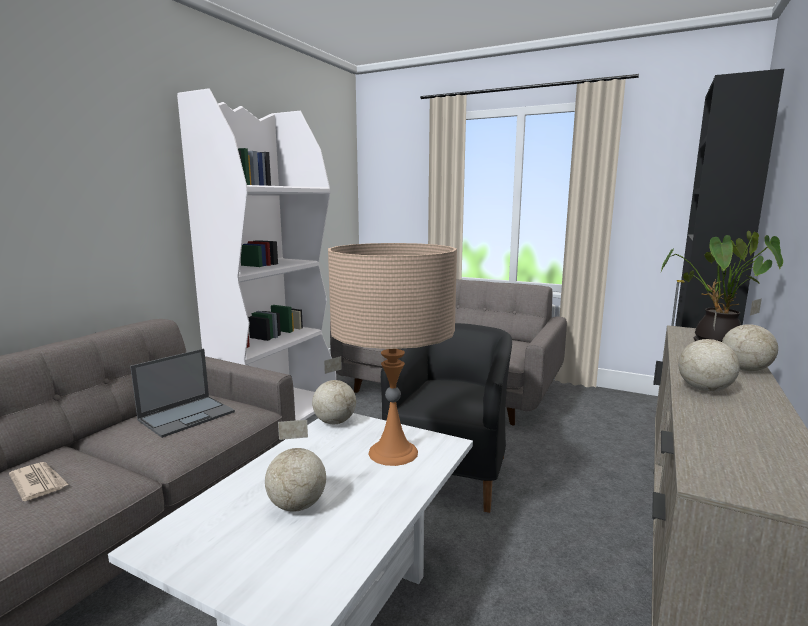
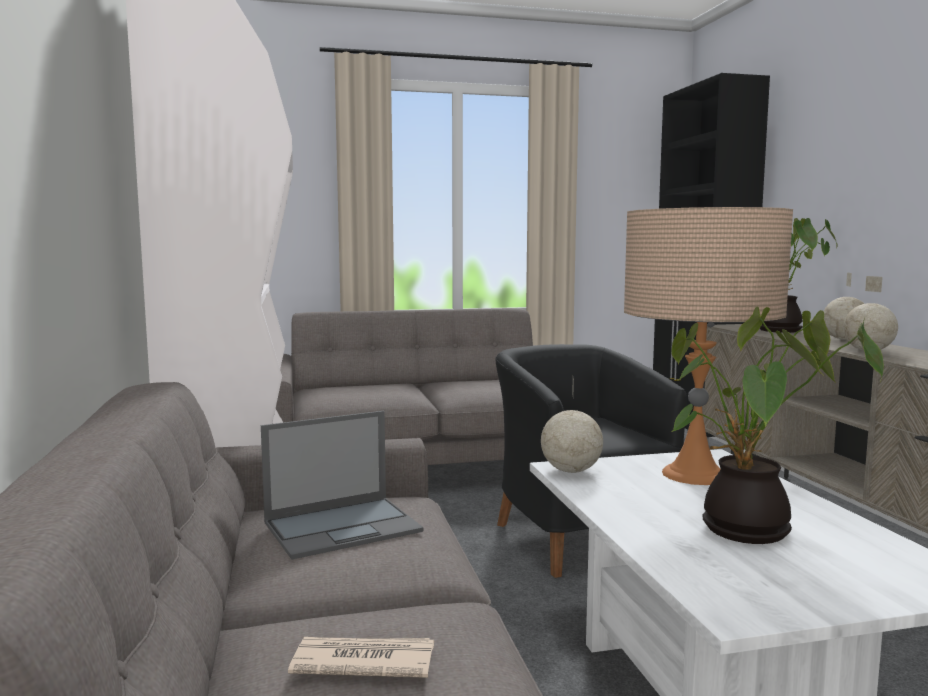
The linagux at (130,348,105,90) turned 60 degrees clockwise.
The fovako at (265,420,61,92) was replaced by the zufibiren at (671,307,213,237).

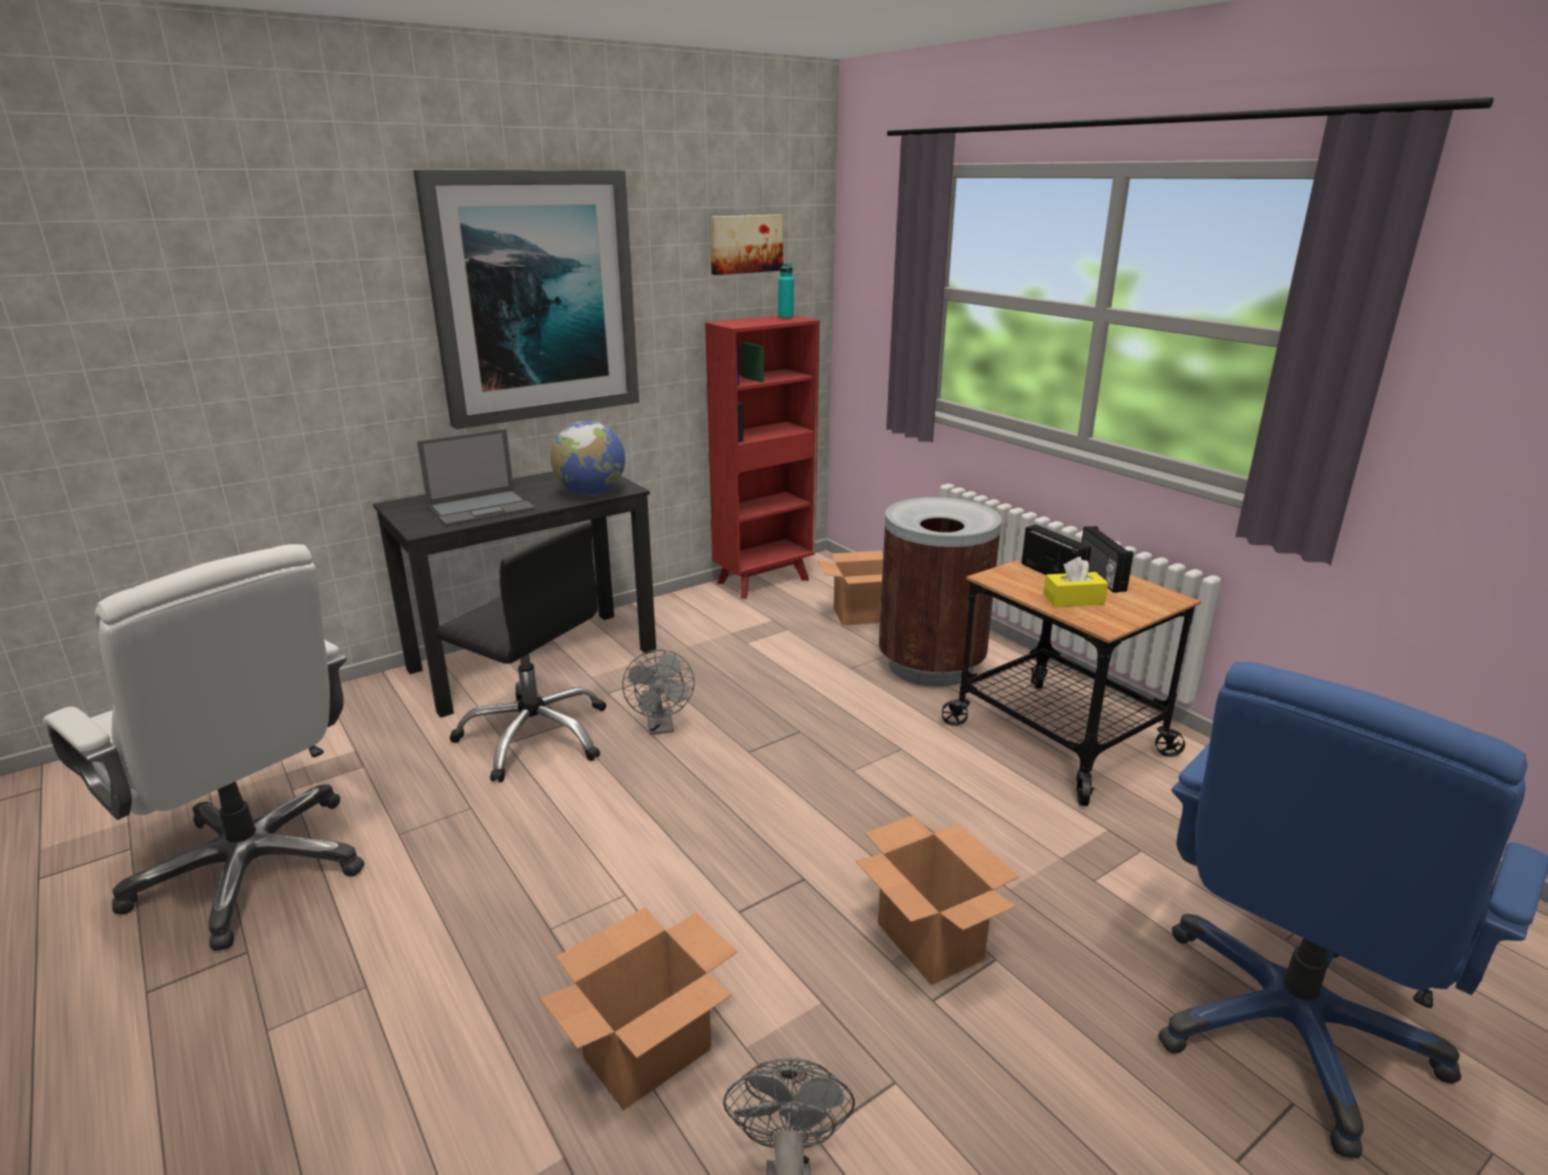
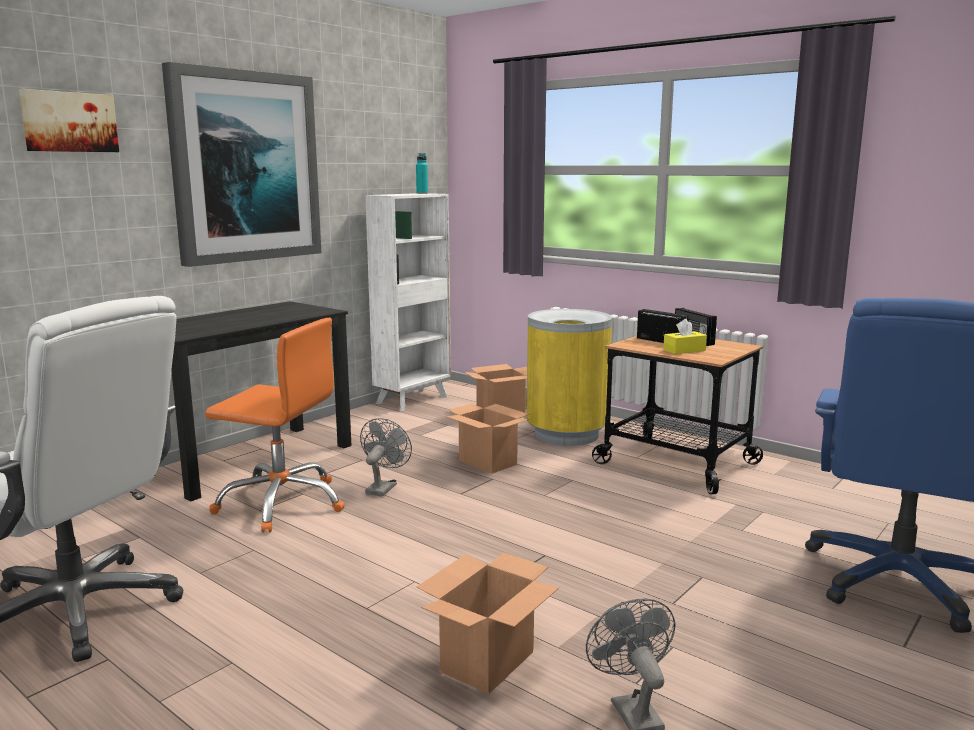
The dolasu moved from (710,215,73,60) to (19,89,100,63).
The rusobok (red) at (705,315,115,284) became the rusobok (white) at (365,193,86,218).
The fovako at (550,421,75,74) disappeared.
The linagux at (417,429,118,98) disappeared.
The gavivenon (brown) at (878,497,124,190) became the gavivenon (yellow) at (527,309,85,137).
The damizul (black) at (435,522,171,260) became the damizul (orange) at (205,318,140,215).
The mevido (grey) at (622,649,73,86) turned 135 degrees counterclockwise.
The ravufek moved from (856,815,163,170) to (446,404,84,70).

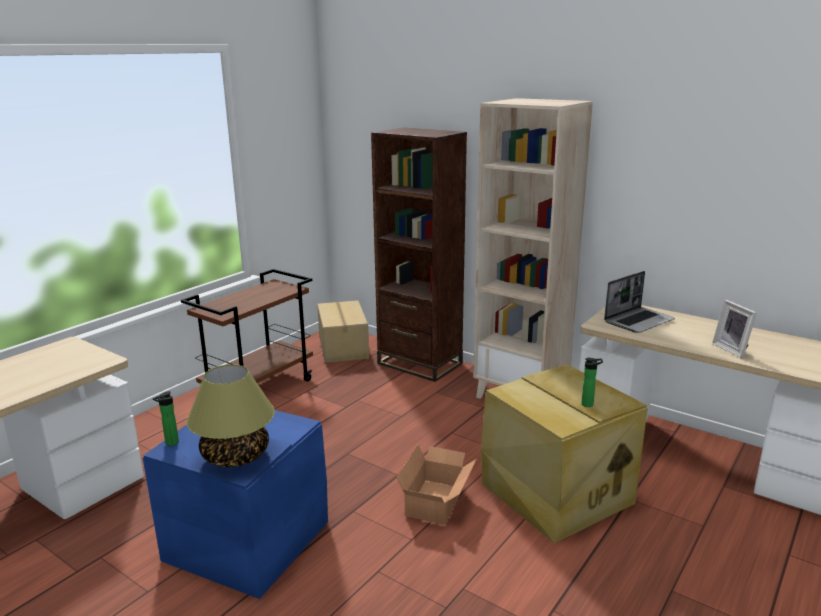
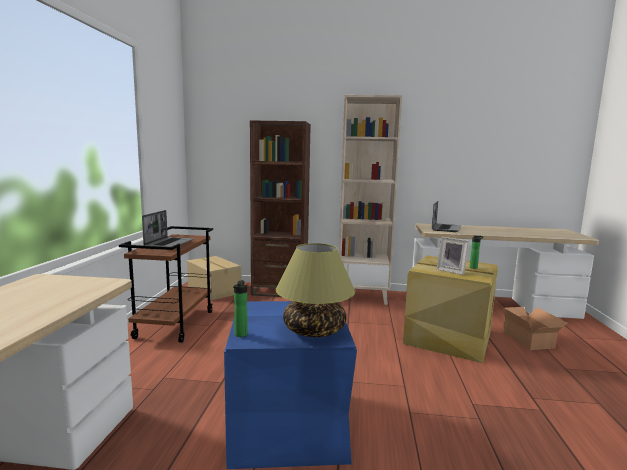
The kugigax moved from (712,300,45,59) to (437,237,32,38).
The ravufek moved from (396,445,81,80) to (501,306,66,44).
The linagux at (142,210,51,37) appeared.

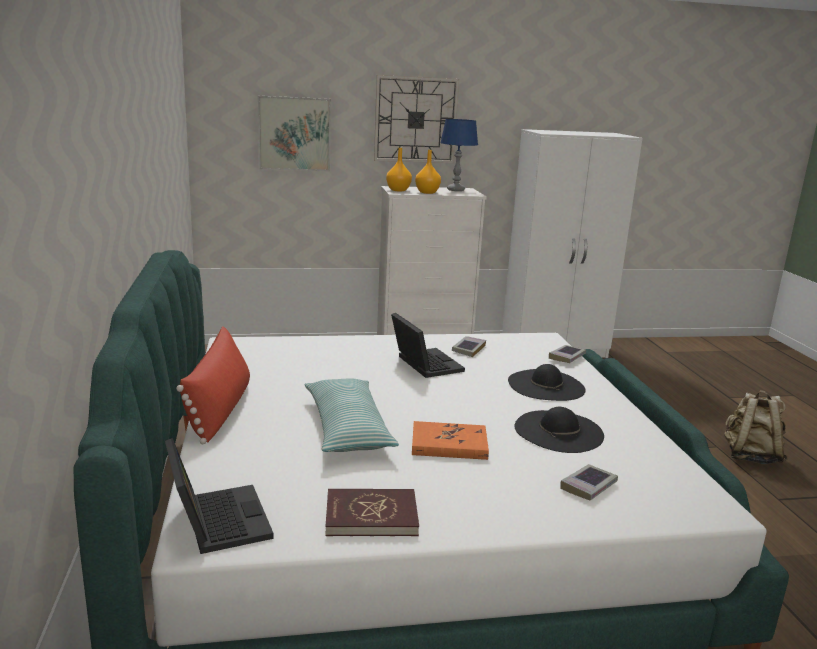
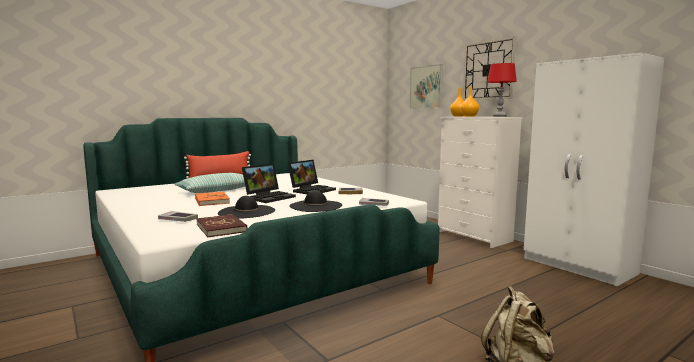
The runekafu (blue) at (440,119,38,72) became the runekafu (red) at (487,63,30,54).
The linagux moved from (165,438,109,116) to (242,164,54,39).
The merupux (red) moved from (325,489,94,47) to (196,214,52,24).

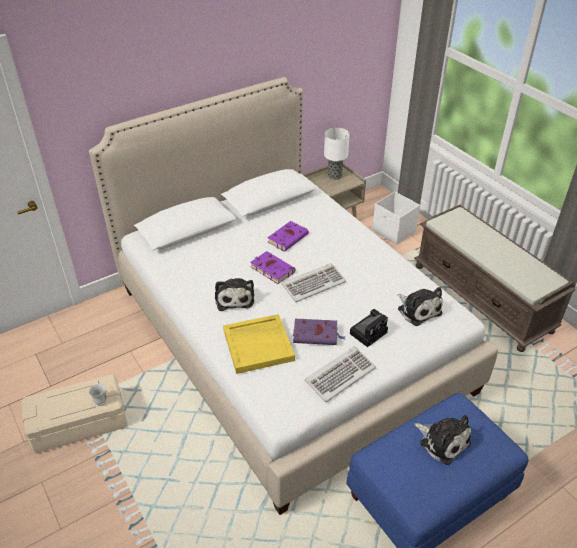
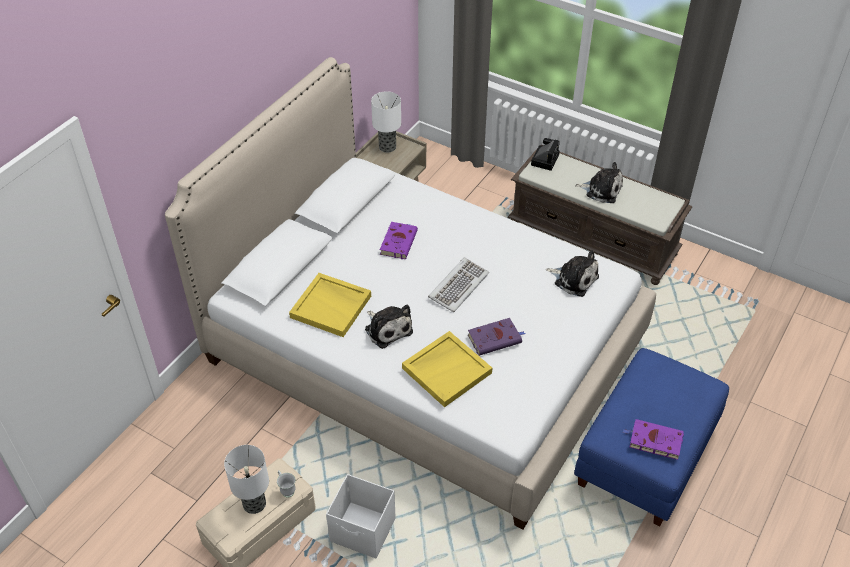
The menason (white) moved from (372,192,48,53) to (326,474,70,84).
The merupux (purple) moved from (250,251,45,33) to (623,419,61,41).
The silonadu moved from (350,309,38,38) to (531,138,29,33).
The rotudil at (305,347,71,55) disappeared.
The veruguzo moved from (414,415,57,50) to (575,162,48,41).
The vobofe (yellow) at (289,273,82,64) appeared.
The runekafu at (224,445,45,69) appeared.

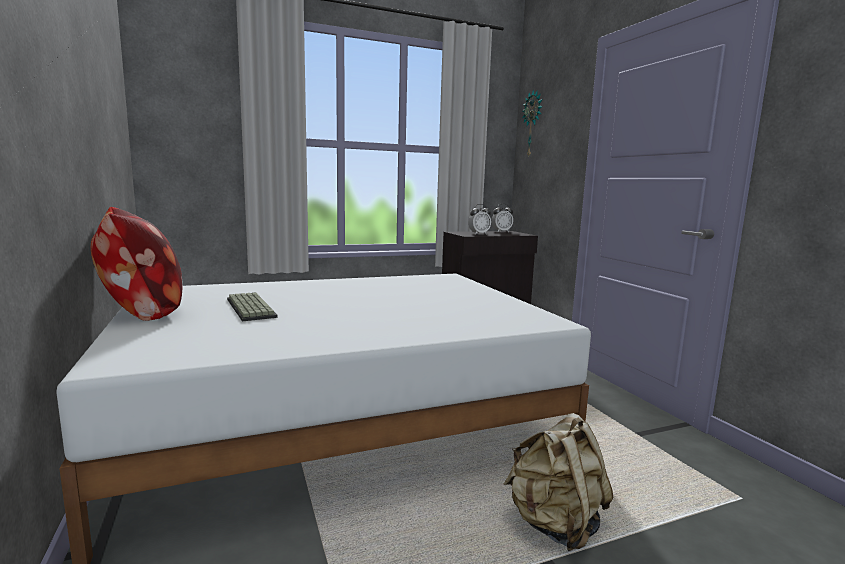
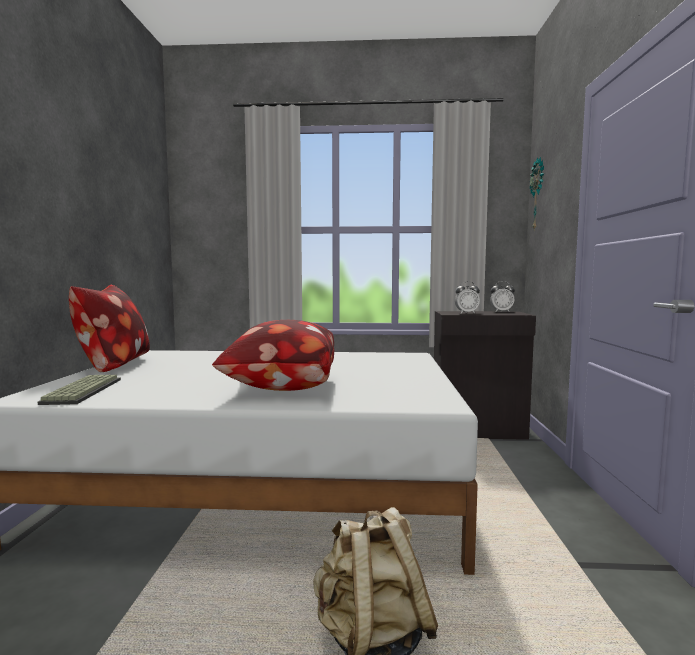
The rotudil moved from (227,292,51,29) to (38,374,83,31).
The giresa at (212,320,122,71) appeared.

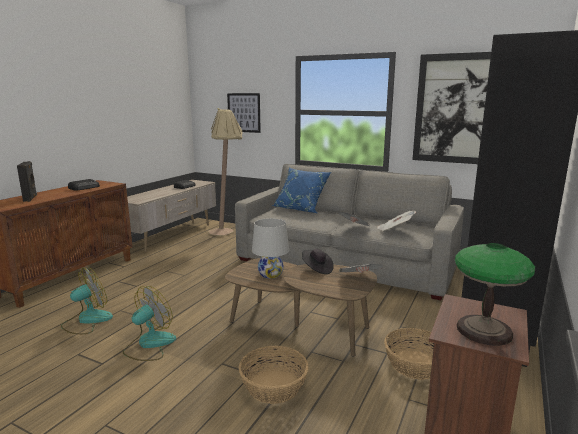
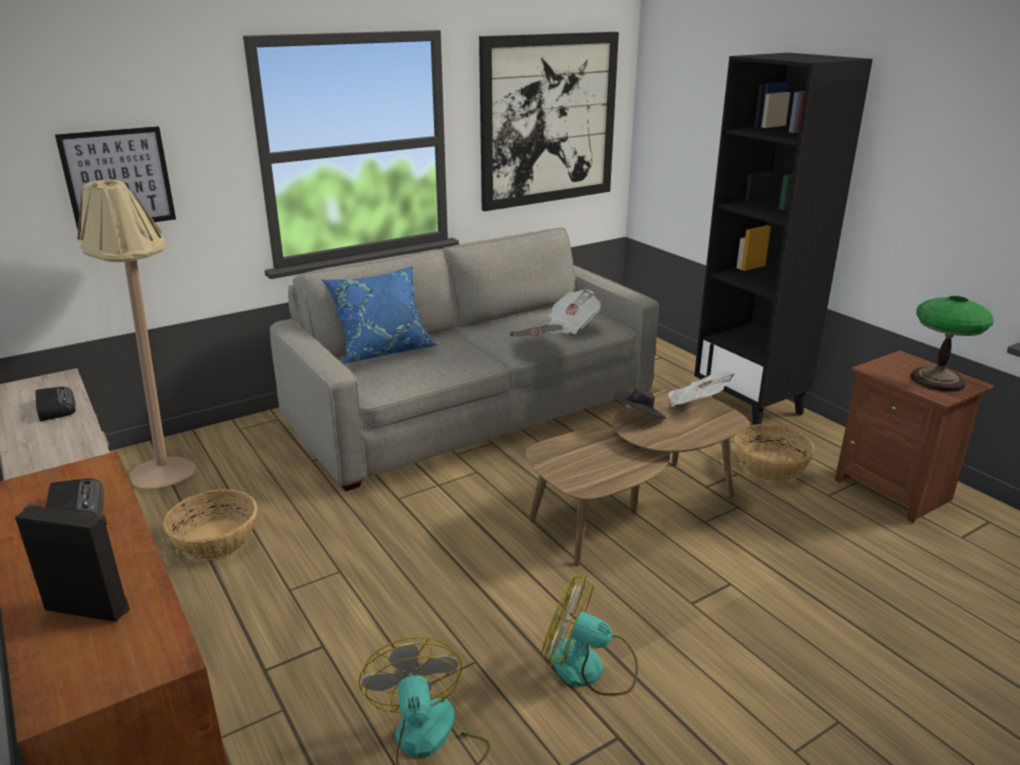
The runekafu (white) at (252,218,37,61) disappeared.
The mevido at (123,286,53,75) turned 45 degrees counterclockwise.
The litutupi moved from (239,346,69,58) to (163,489,95,72).

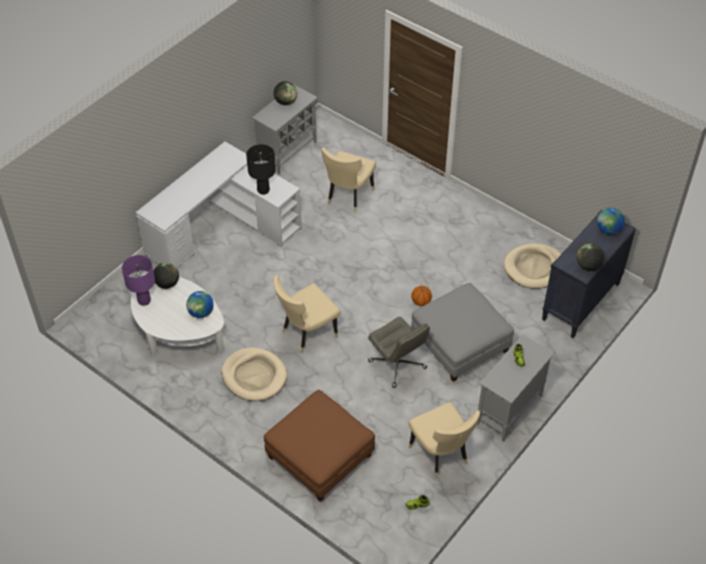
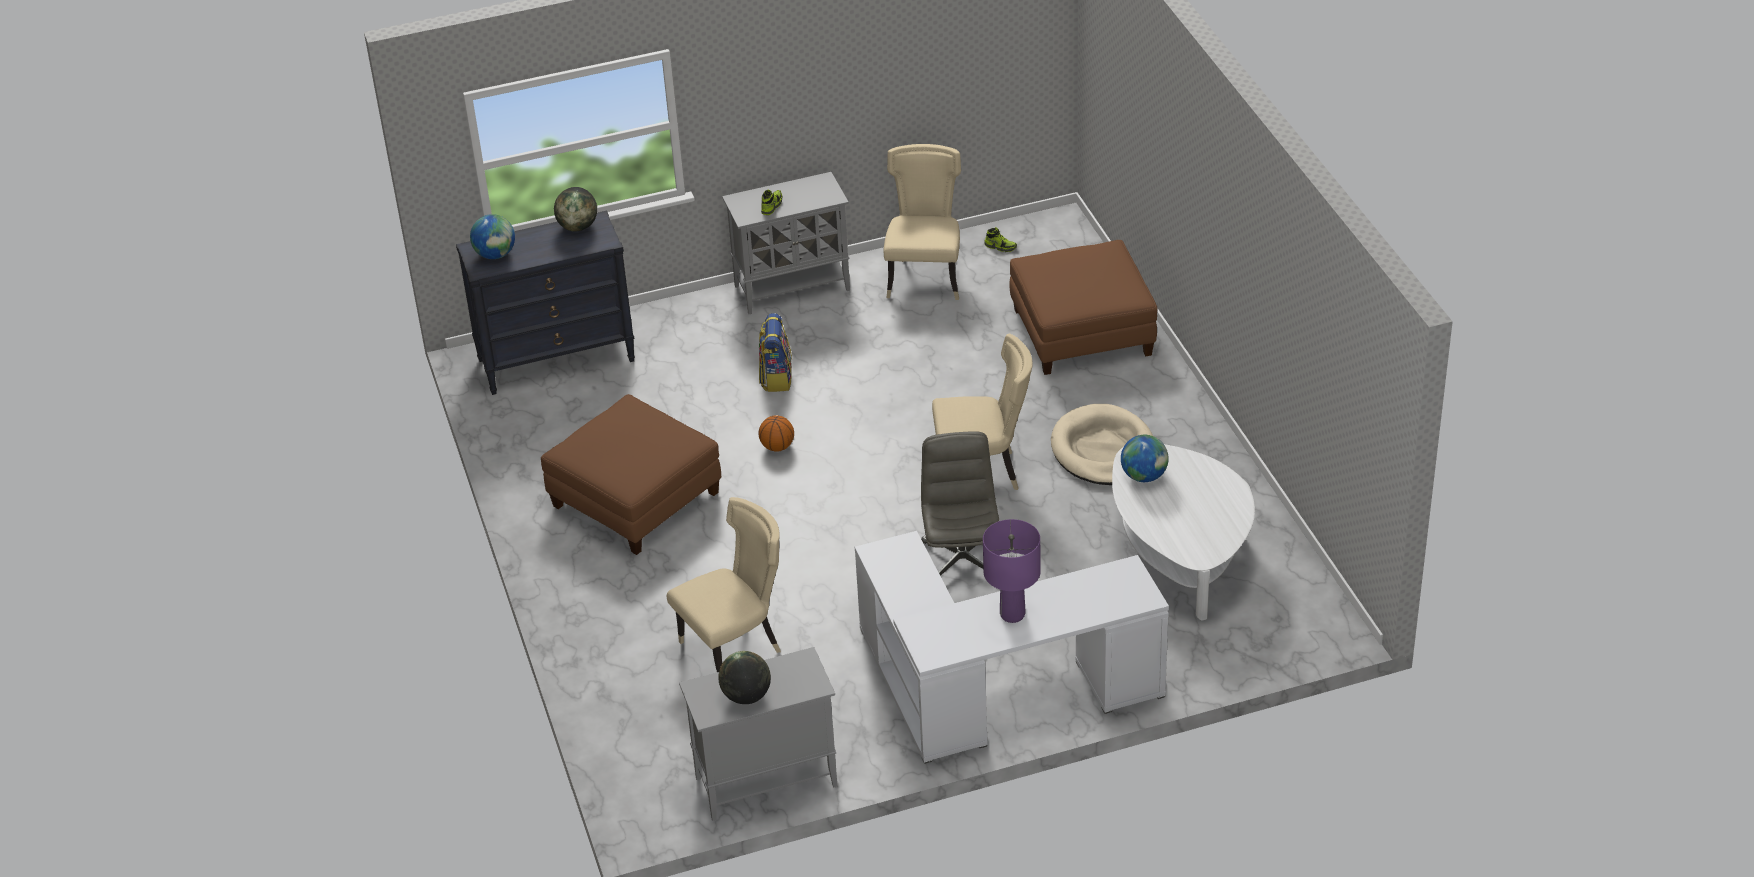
The runekafu (black) at (246,144,30,51) disappeared.
The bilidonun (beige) at (504,243,57,46) disappeared.
The runekafu (purple) moved from (122,255,33,51) to (983,519,58,104).
The fovako at (153,262,26,27) disappeared.
The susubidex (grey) at (411,283,103,99) was replaced by the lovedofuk at (759,313,33,79).
The damizul (grey) moved from (368,317,62,71) to (921,432,78,144).
The susubidex (brown) at (541,394,180,161) appeared.

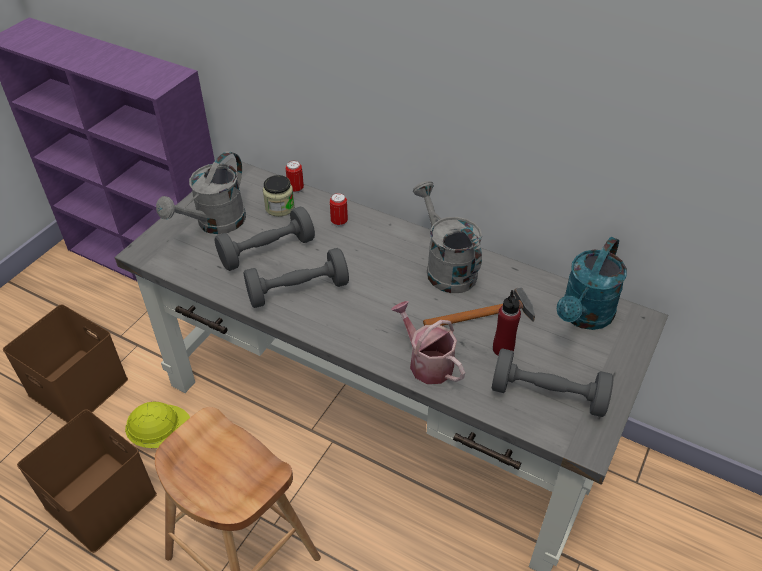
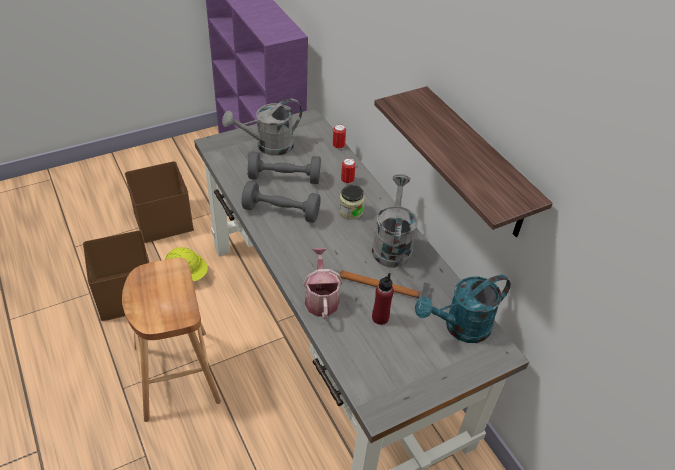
The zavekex moved from (263,175,31,42) to (339,185,26,35).
The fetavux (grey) at (492,348,122,69) disappeared.
The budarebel at (374,86,179,151) appeared.

